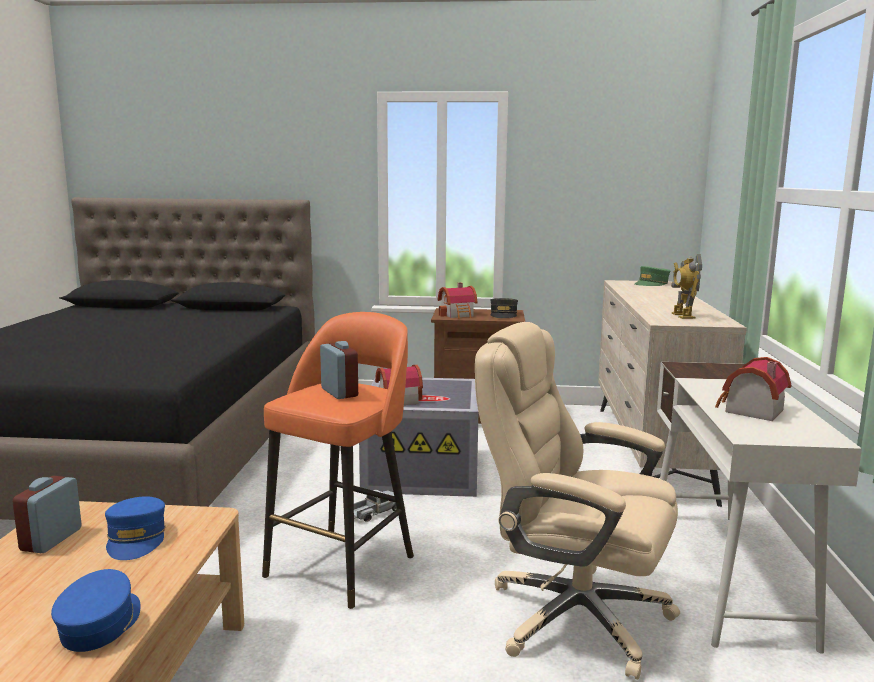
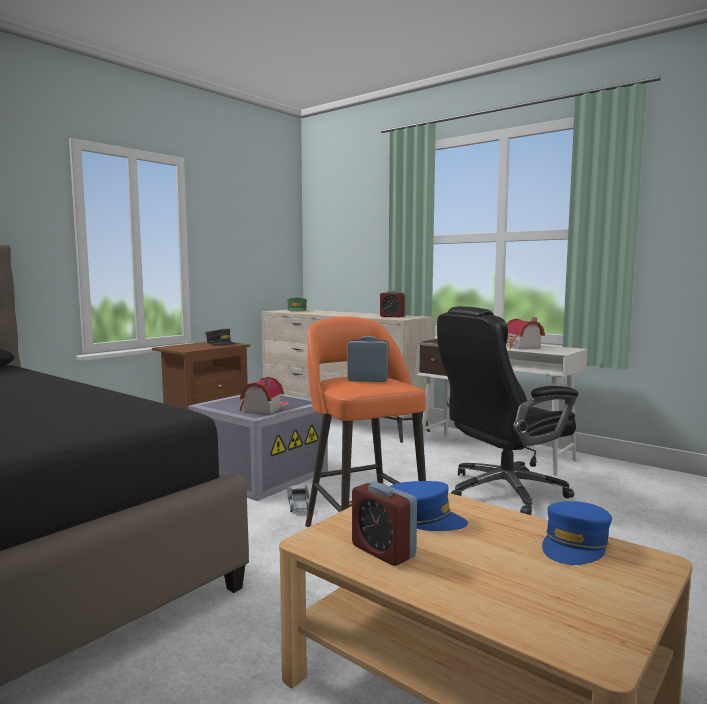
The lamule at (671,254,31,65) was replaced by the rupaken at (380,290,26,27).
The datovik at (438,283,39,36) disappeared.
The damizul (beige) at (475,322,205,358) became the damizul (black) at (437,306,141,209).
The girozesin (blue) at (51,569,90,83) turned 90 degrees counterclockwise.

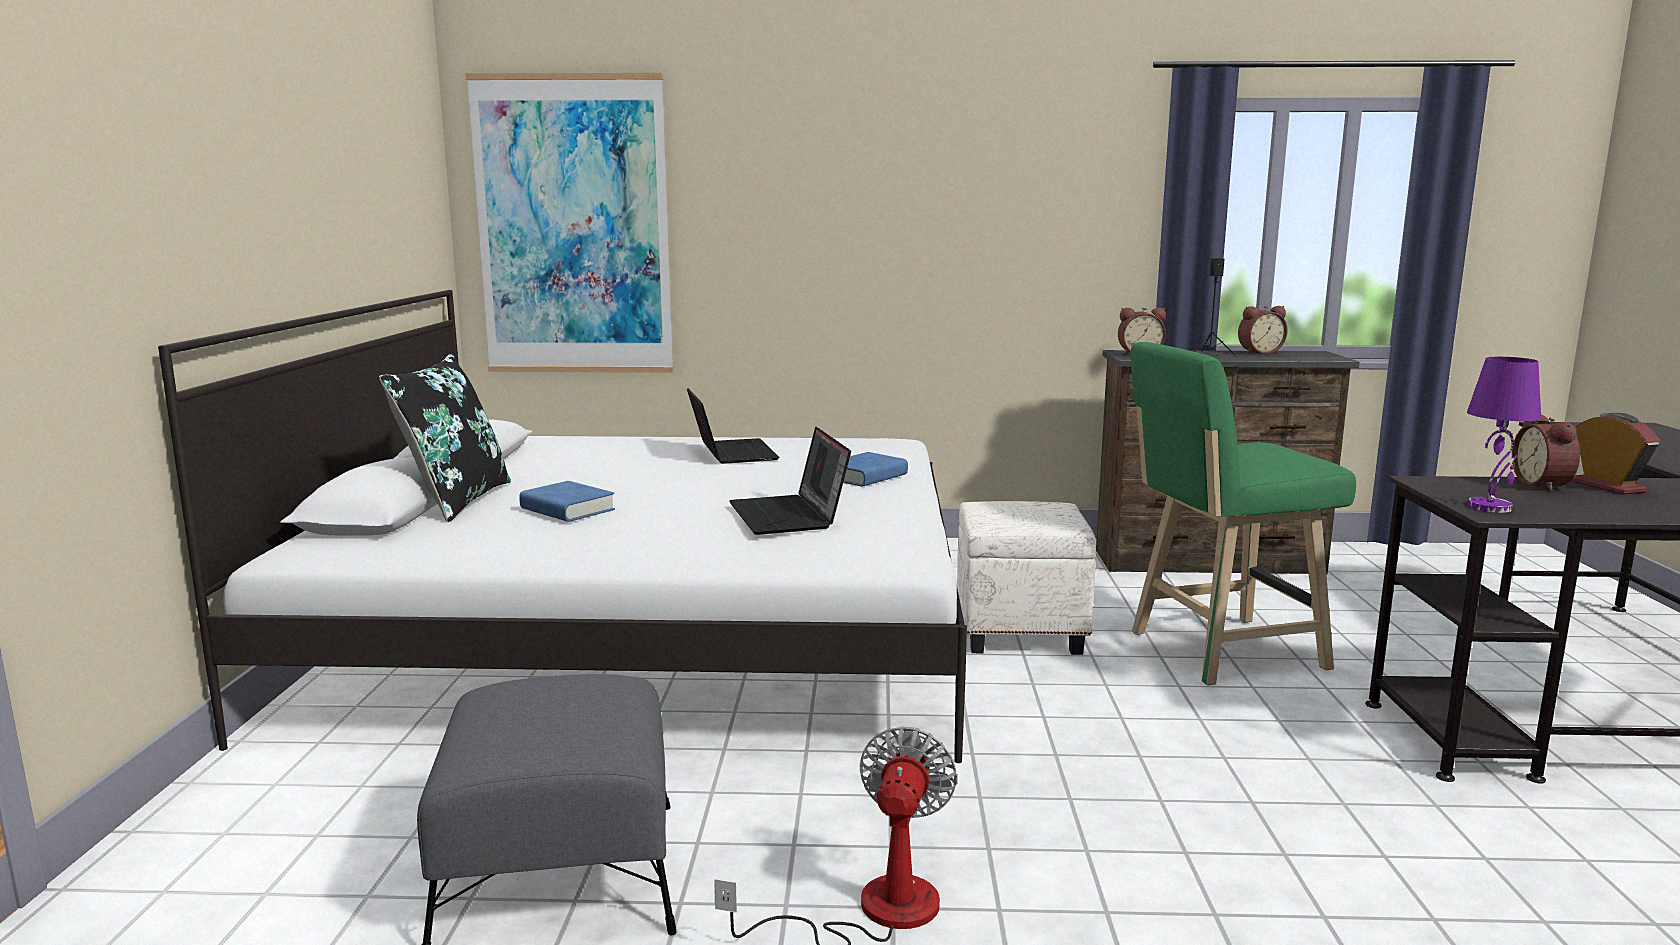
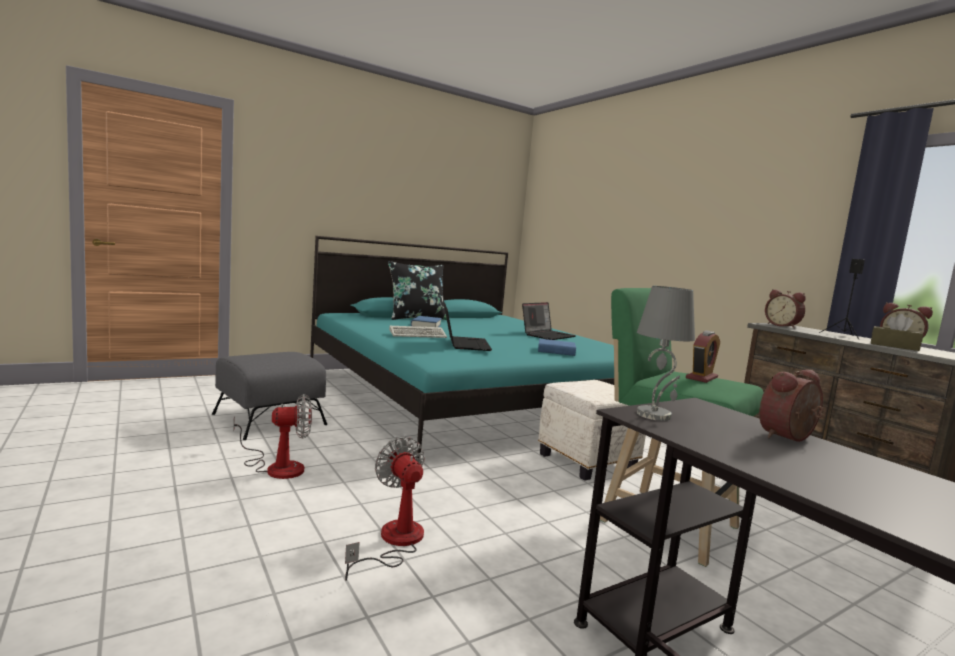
The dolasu at (465,73,209,300) disappeared.
The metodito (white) at (158,290,809,473) became the metodito (turquoise) at (310,236,304,222).
The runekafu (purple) at (1467,357,74,156) became the runekafu (grey) at (637,286,58,135).
The rupaken moved from (1571,413,89,82) to (686,330,34,53).
The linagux at (729,427,122,108) turned 135 degrees clockwise.
The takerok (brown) at (871,314,52,37) appeared.
The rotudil at (389,326,58,12) appeared.
The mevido at (345,437,80,144) appeared.

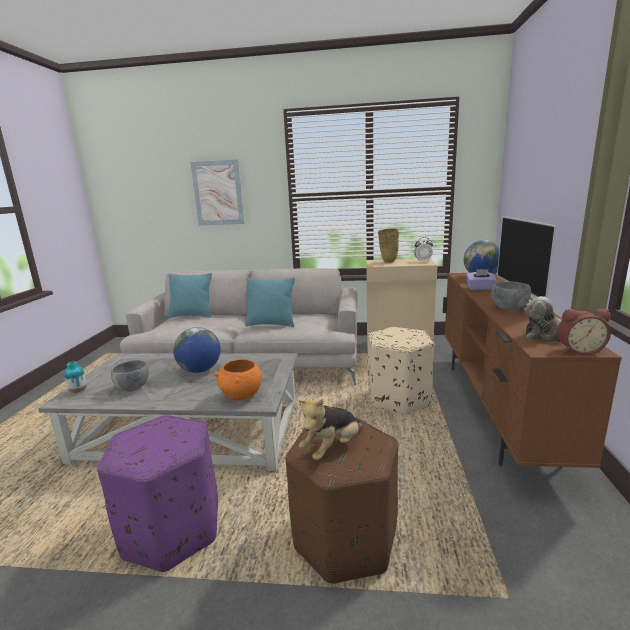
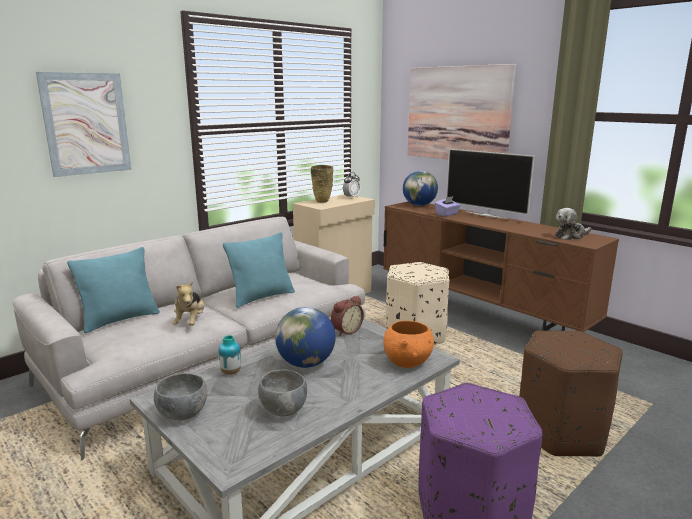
The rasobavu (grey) moved from (491,281,40,29) to (154,373,53,48).
The rupaken moved from (557,309,54,46) to (331,296,33,40).
The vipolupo moved from (64,361,23,32) to (219,335,22,40).
The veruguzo moved from (298,399,65,61) to (172,280,33,46).
The dolasu at (408,64,108,96) appeared.

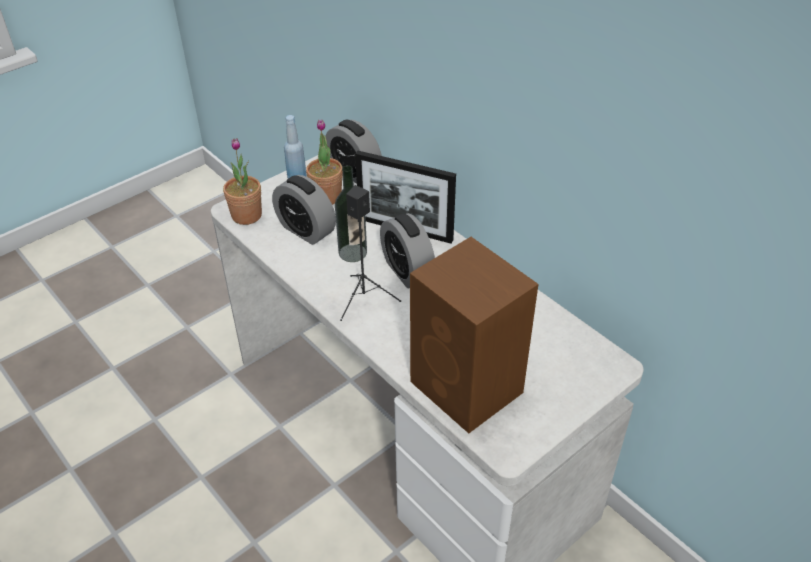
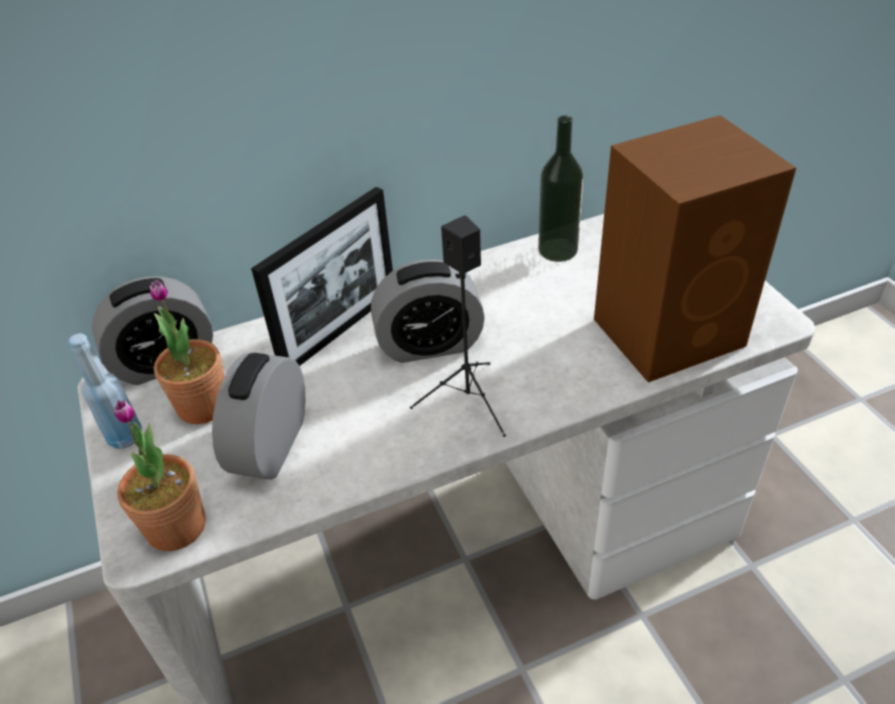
The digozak moved from (335,165,32,97) to (538,115,45,147).
The rupaken at (272,175,64,70) turned 135 degrees clockwise.

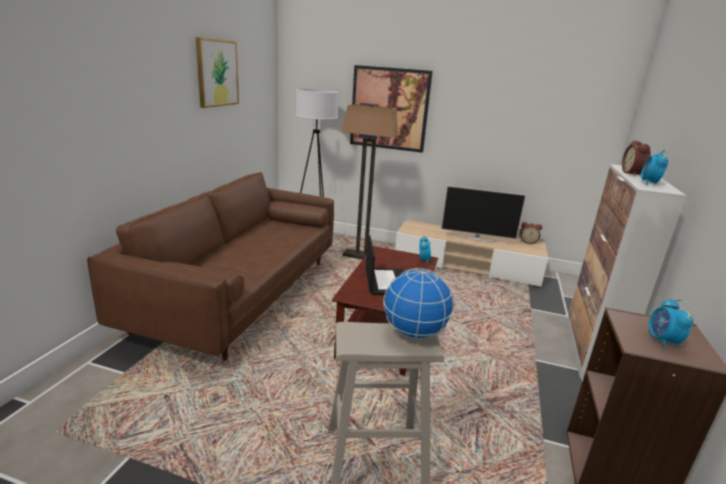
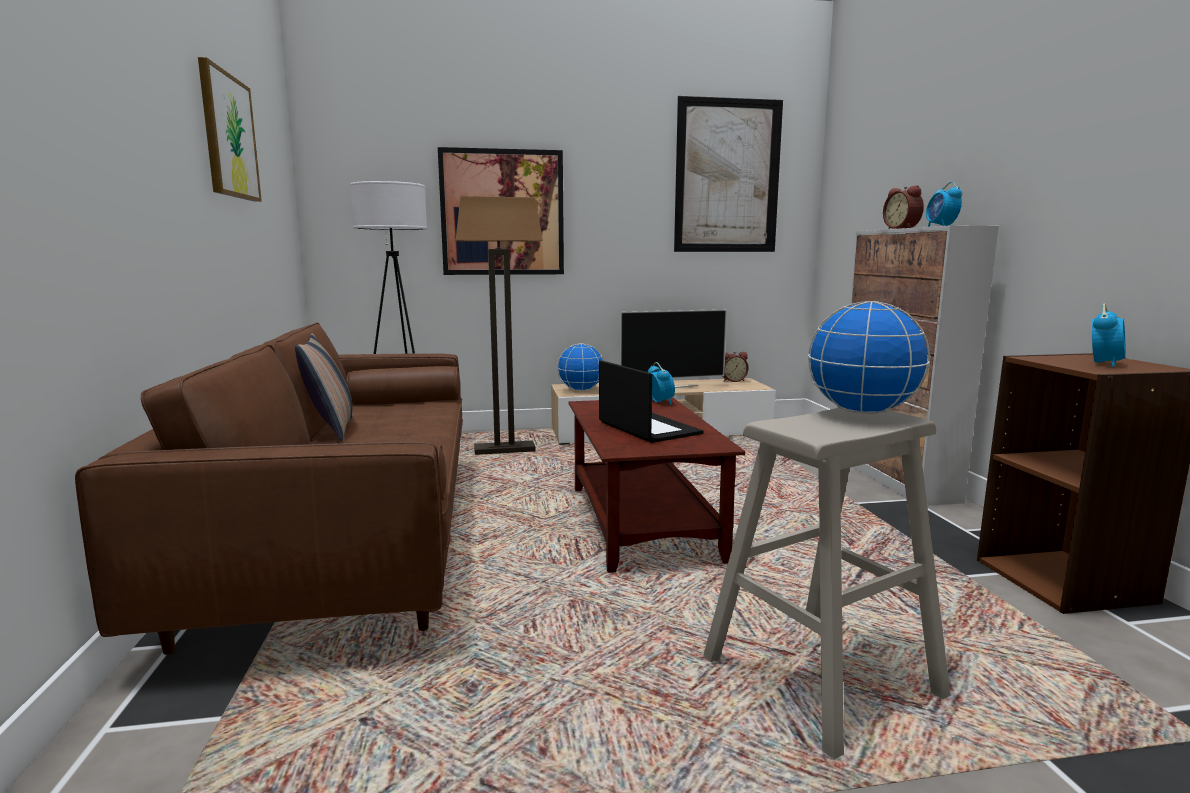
The rupaken at (649,299,44,49) turned 120 degrees counterclockwise.
The dolasu at (674,96,109,156) appeared.
The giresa at (295,333,58,108) appeared.
The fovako at (557,344,47,47) appeared.

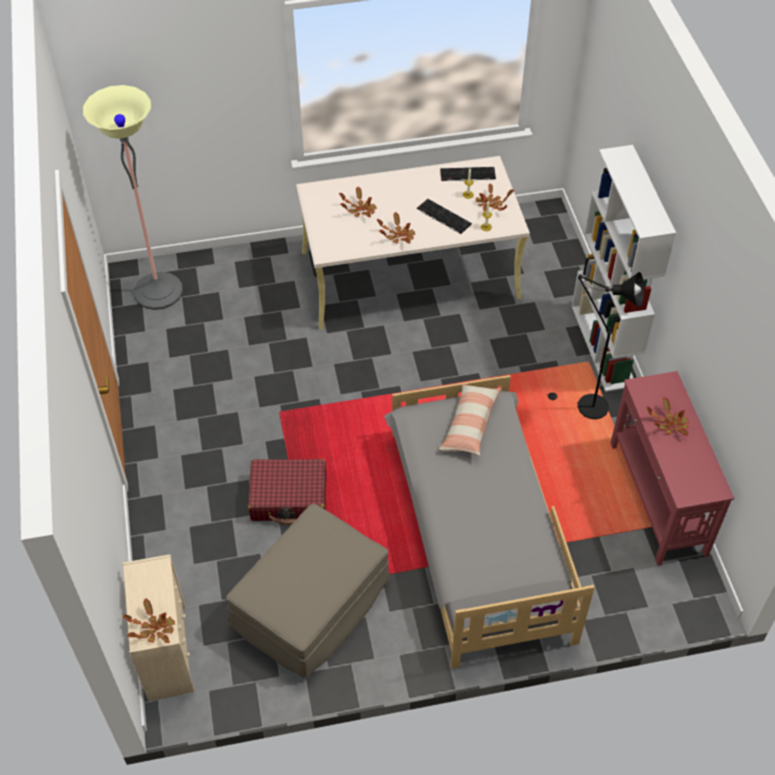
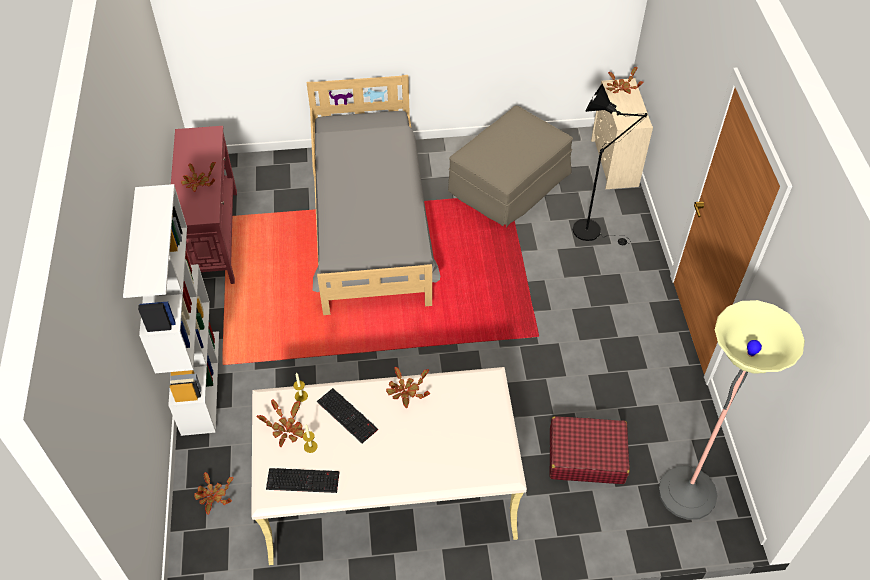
The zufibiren moved from (339,187,38,30) to (194,472,40,43).
The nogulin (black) moved from (547,272,97,147) to (573,84,75,161).
The giresa at (438,384,64,72) disappeared.
The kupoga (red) moved from (248,459,78,66) to (549,416,81,68).

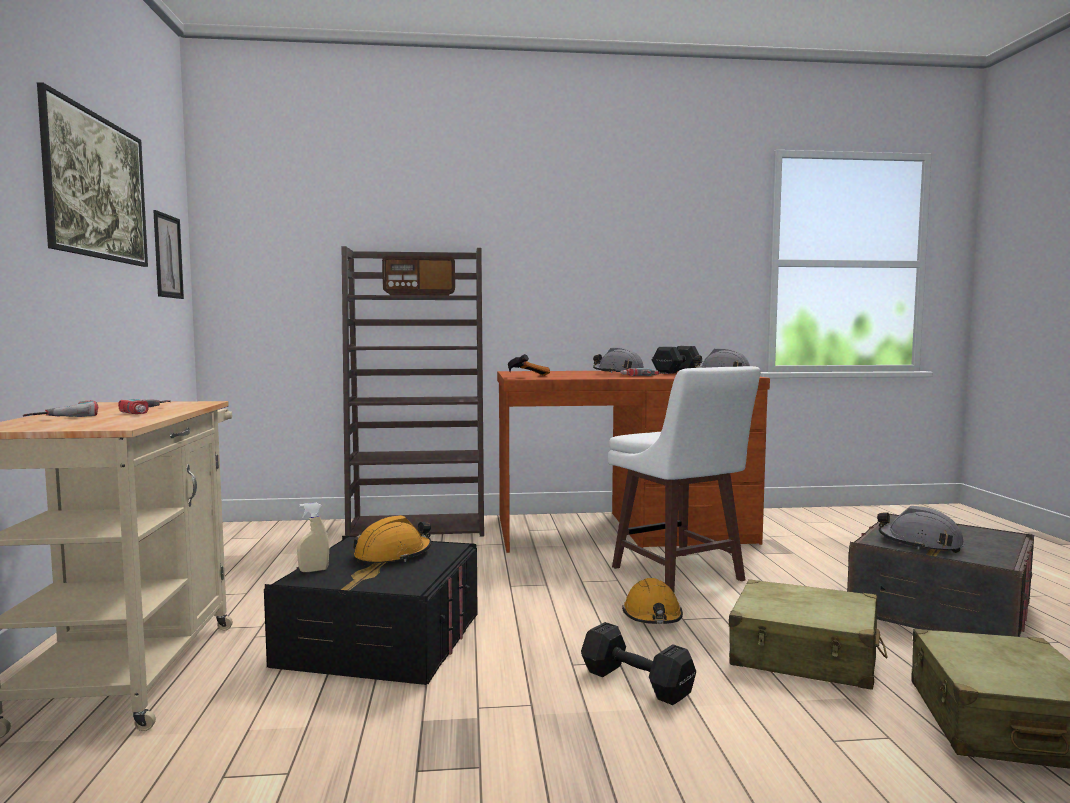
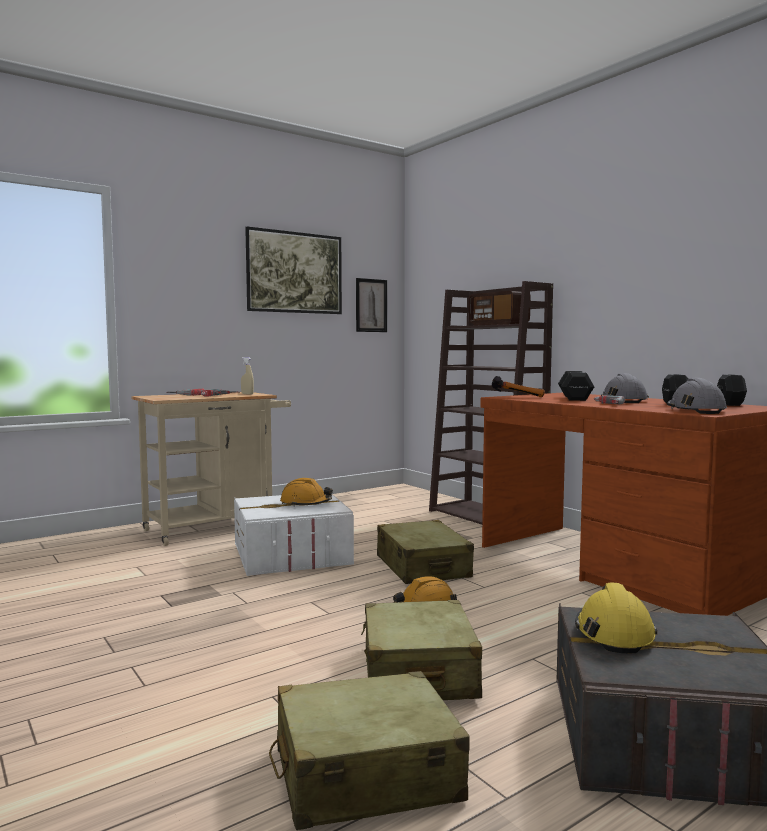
The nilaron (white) at (608,366,153,226) disappeared.
The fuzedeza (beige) moved from (297,503,32,69) to (241,357,13,38).
The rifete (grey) at (877,506,87,47) became the rifete (yellow) at (575,582,82,72).
The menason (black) at (264,536,214,149) became the menason (white) at (234,494,120,82).
The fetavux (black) moved from (581,622,115,83) to (558,371,36,30).
The kupoga (beige) at (377,520,97,64) appeared.

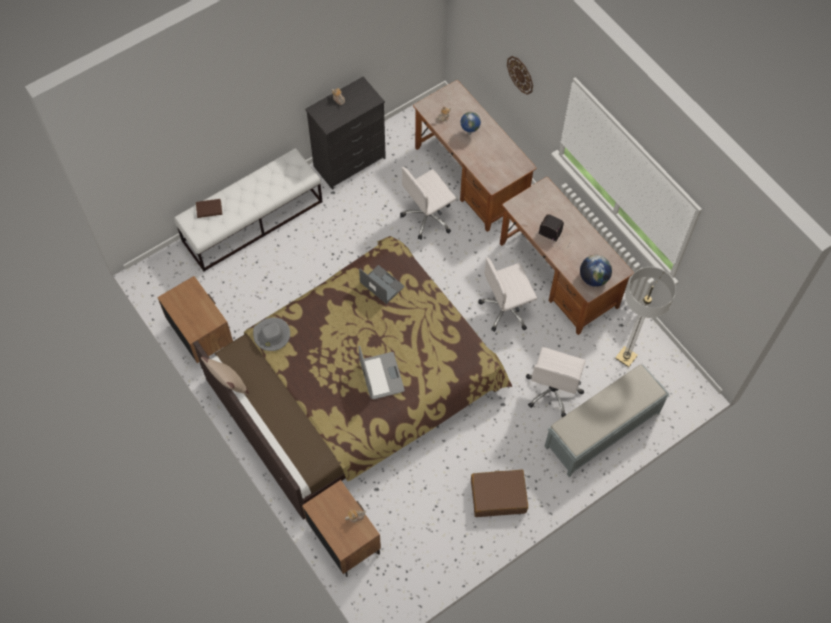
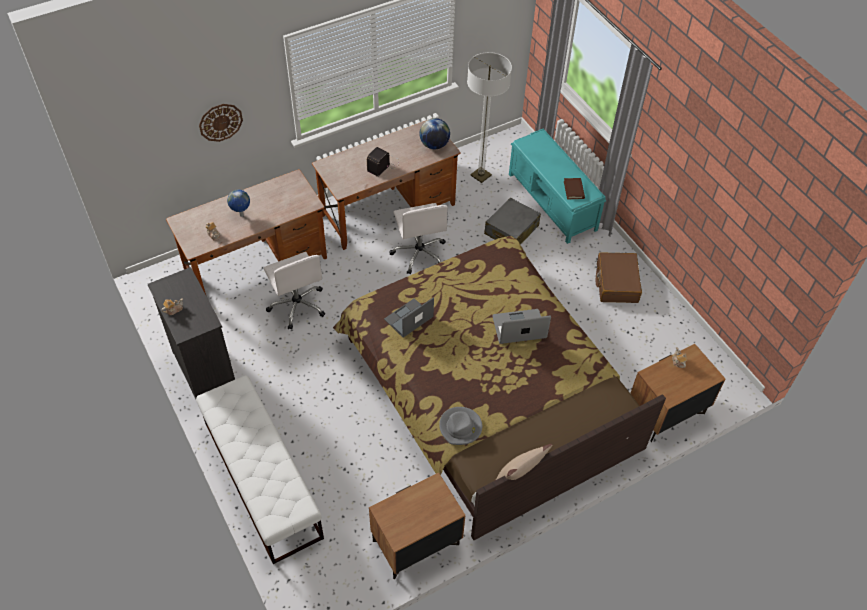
The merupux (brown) moved from (196,199,26,19) to (564,178,21,21).
The damizul (white) at (526,347,60,70) was replaced by the kupoga (grey) at (484,198,57,47).
The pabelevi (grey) at (544,364,126,113) became the pabelevi (turquoise) at (509,129,97,115).

